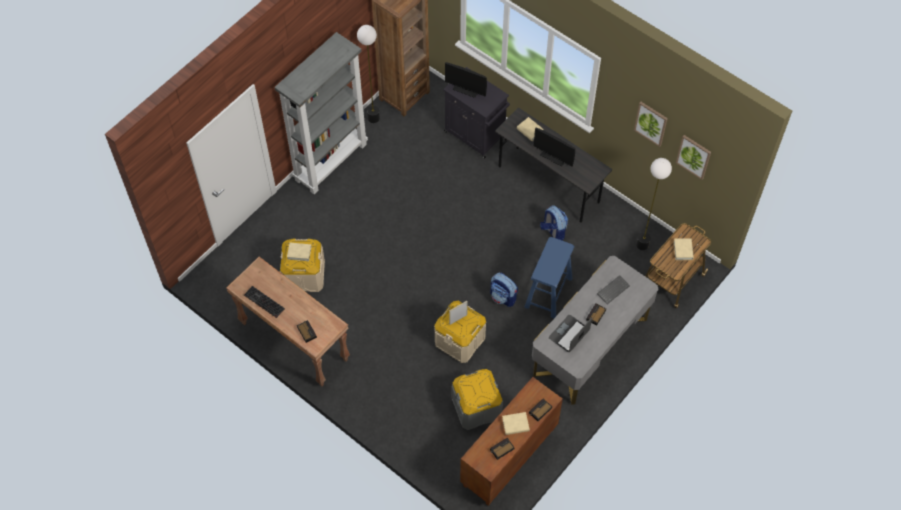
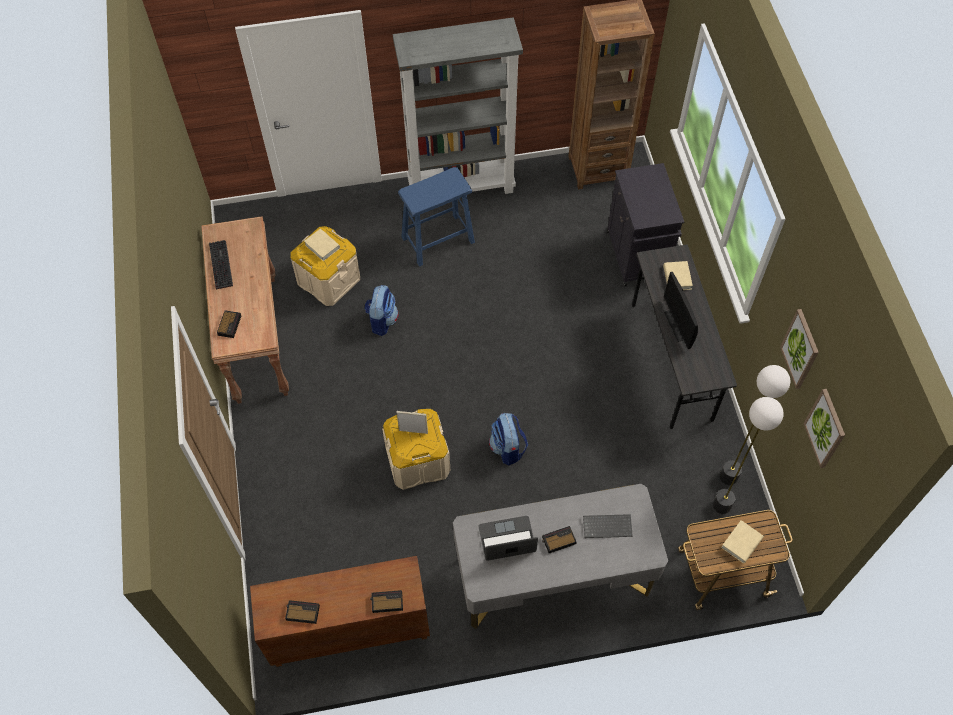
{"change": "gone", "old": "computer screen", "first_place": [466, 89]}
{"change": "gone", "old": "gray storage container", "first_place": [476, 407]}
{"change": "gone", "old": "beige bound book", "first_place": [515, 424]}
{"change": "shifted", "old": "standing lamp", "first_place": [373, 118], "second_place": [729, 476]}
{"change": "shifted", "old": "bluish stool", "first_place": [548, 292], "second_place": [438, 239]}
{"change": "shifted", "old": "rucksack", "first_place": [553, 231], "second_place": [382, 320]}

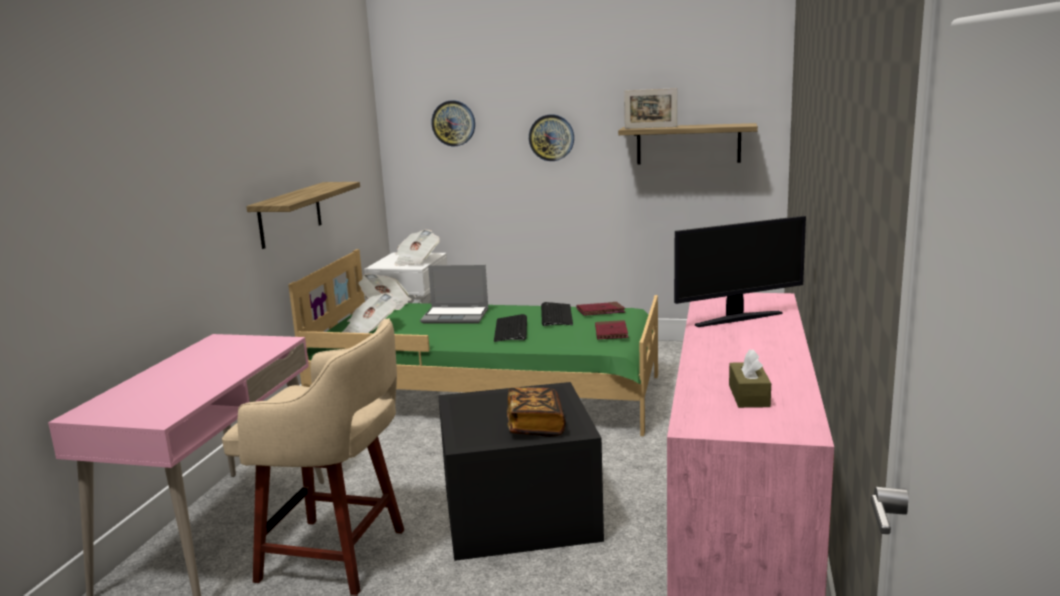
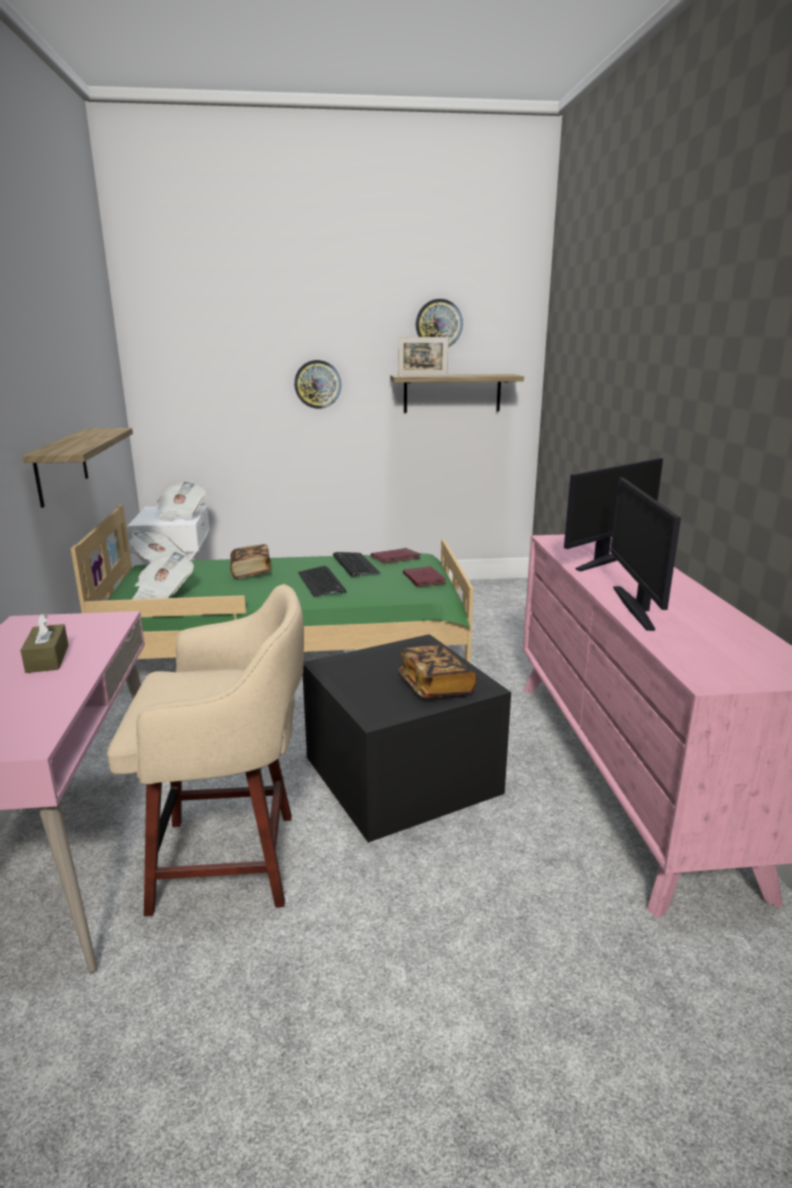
{"change": "new", "new": "computer screen", "second_place": [636, 607]}
{"change": "shifted", "old": "wall clock", "first_place": [453, 123], "second_place": [438, 324]}
{"change": "shifted", "old": "brown box of tissues", "first_place": [749, 396], "second_place": [47, 659]}
{"change": "swapped", "old": "laptop", "new": "bound book", "first_place": [456, 316], "second_place": [251, 572]}

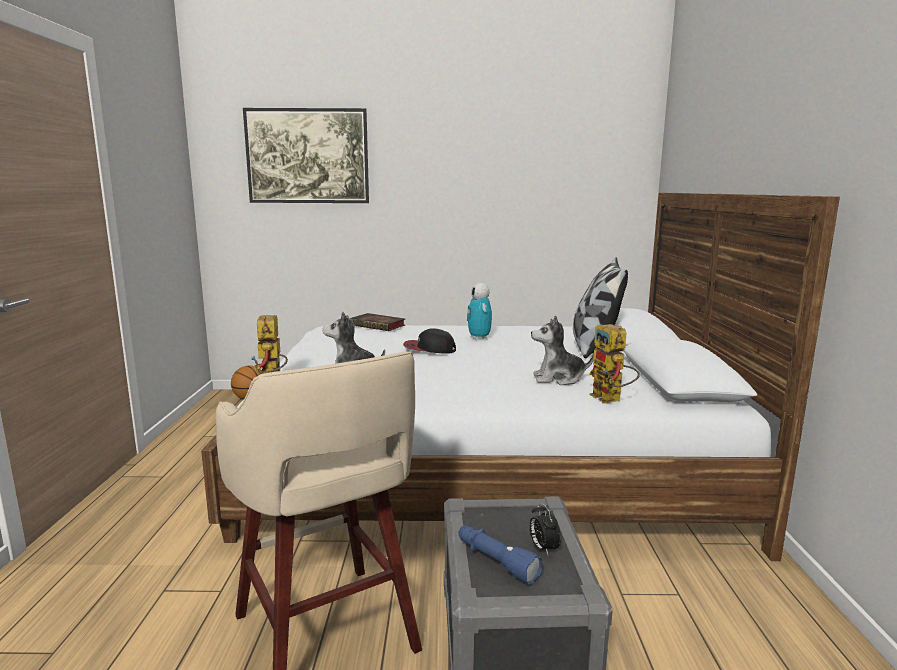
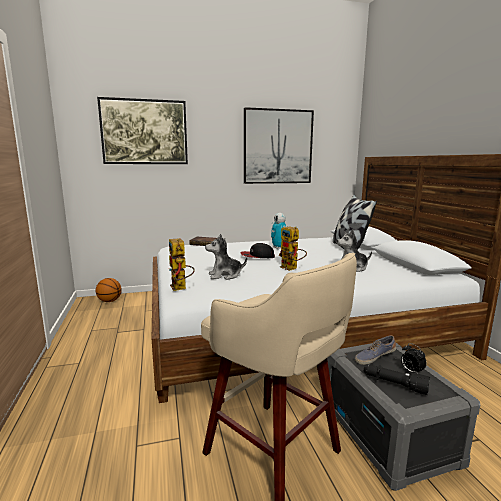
{"change": "new", "new": "picture", "second_place": [278, 147]}
{"change": "new", "new": "item of footwear", "second_place": [374, 357]}
{"change": "shifted", "old": "model robot", "first_place": [611, 399], "second_place": [292, 268]}
{"change": "repainted", "old": "bluish hand torch", "new": "blackish hand torch", "first_place": [496, 561], "second_place": [394, 384]}

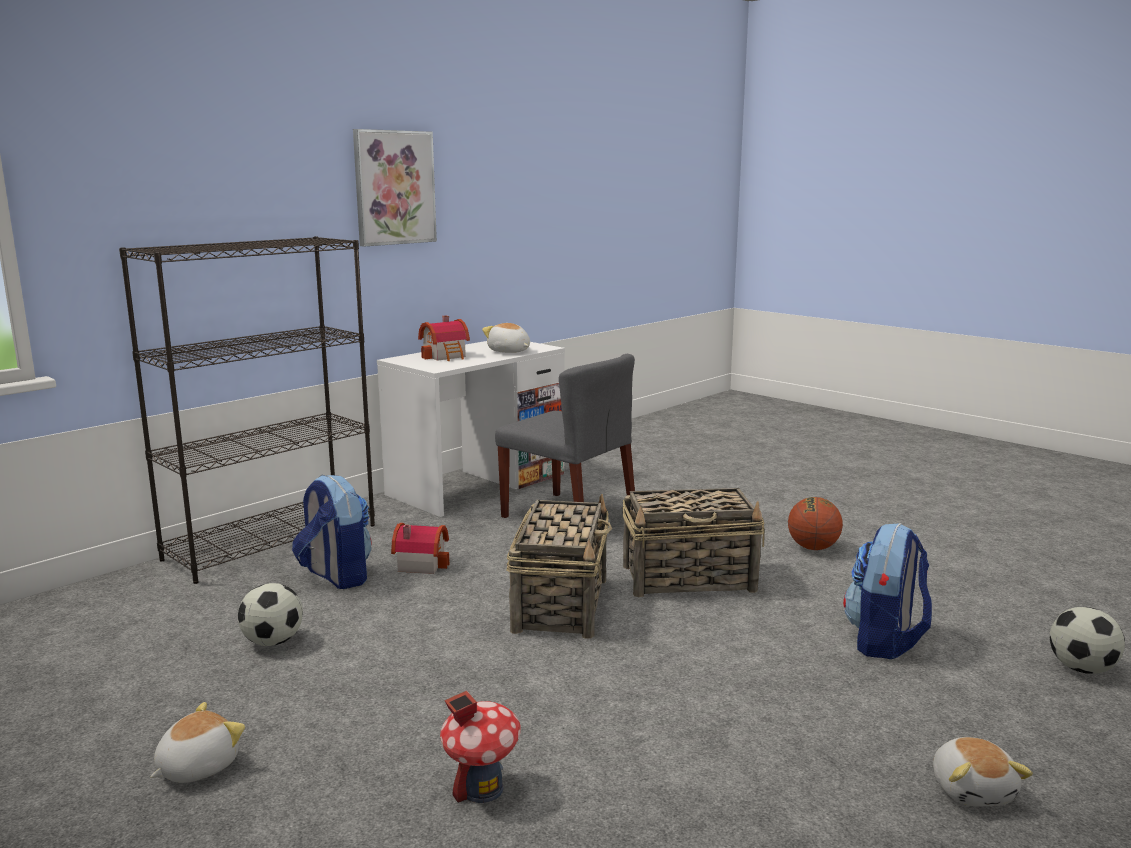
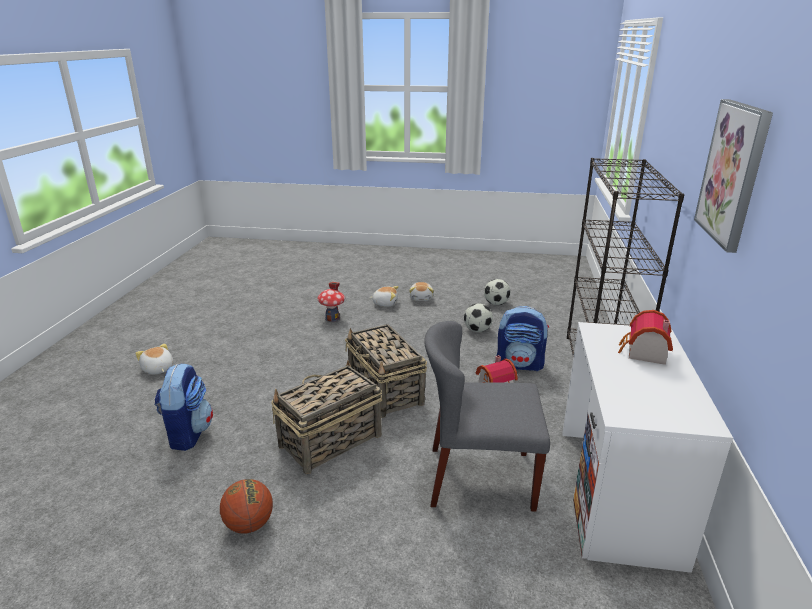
{"change": "shifted", "old": "plush toy", "first_place": [509, 351], "second_place": [385, 303]}
{"change": "shifted", "old": "football ball", "first_place": [1081, 668], "second_place": [496, 303]}

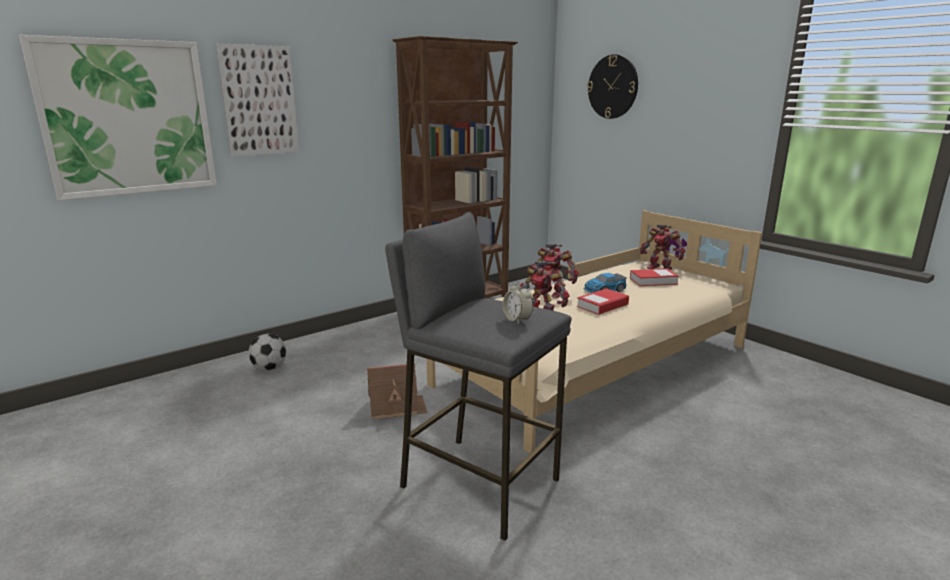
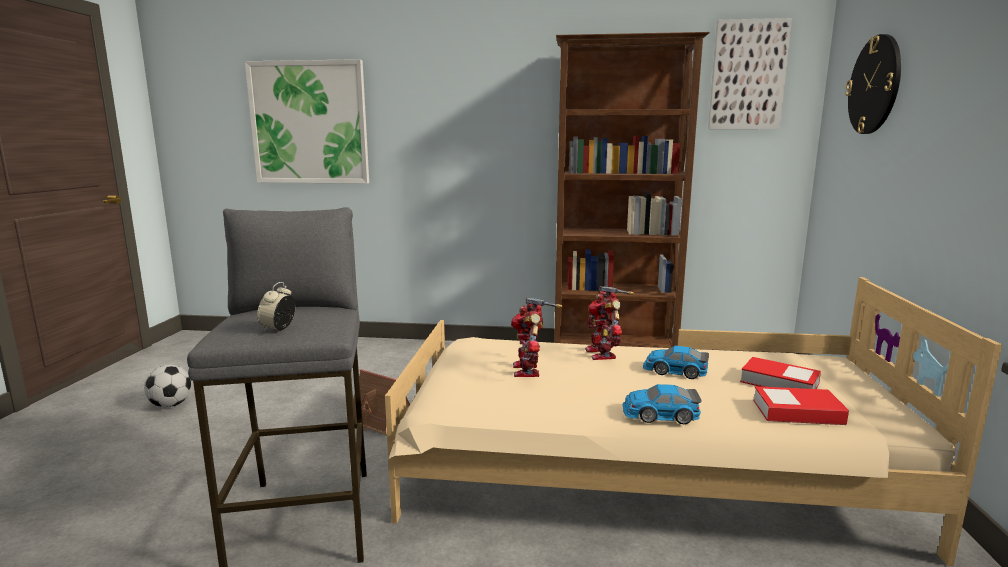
{"change": "gone", "old": "model robot", "first_place": [660, 268]}
{"change": "new", "new": "model car", "second_place": [659, 414]}
{"change": "shifted", "old": "picture", "first_place": [259, 101], "second_place": [748, 75]}
{"change": "shifted", "old": "football ball", "first_place": [269, 368], "second_place": [171, 405]}
{"change": "shifted", "old": "bound book", "first_place": [602, 306], "second_place": [797, 412]}

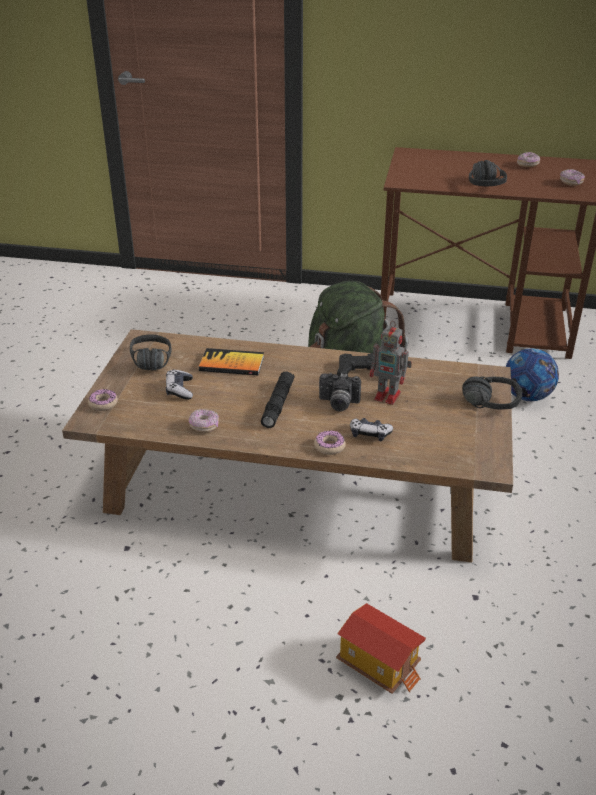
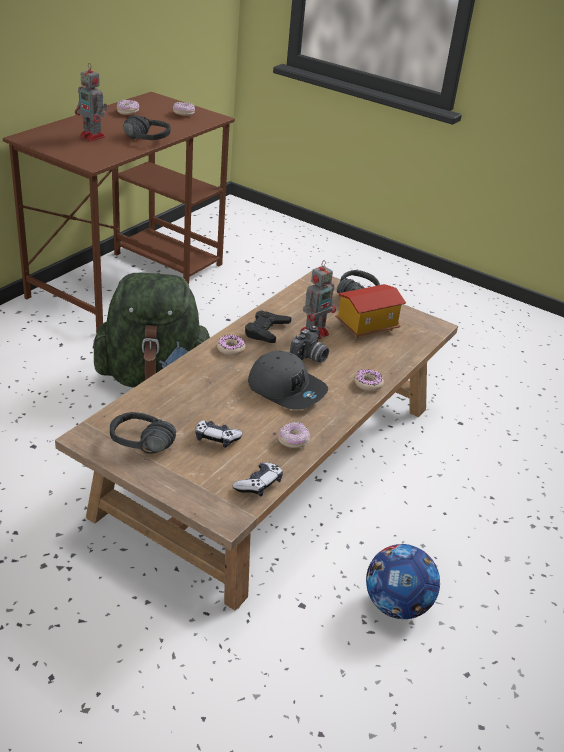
{"change": "gone", "old": "bound book", "first_place": [231, 364]}
{"change": "new", "new": "model robot", "second_place": [93, 137]}
{"change": "shifted", "old": "ring doughnut", "first_place": [103, 403], "second_place": [230, 349]}
{"change": "shifted", "old": "toy house", "first_place": [379, 663], "second_place": [366, 326]}
{"change": "shifted", "old": "game controller", "first_place": [369, 434], "second_place": [258, 485]}
{"change": "shifted", "old": "football ball", "first_place": [527, 396], "second_place": [396, 605]}
{"change": "swapped", "old": "blackish hand torch", "new": "gray peaked cap", "first_place": [278, 404], "second_place": [287, 389]}

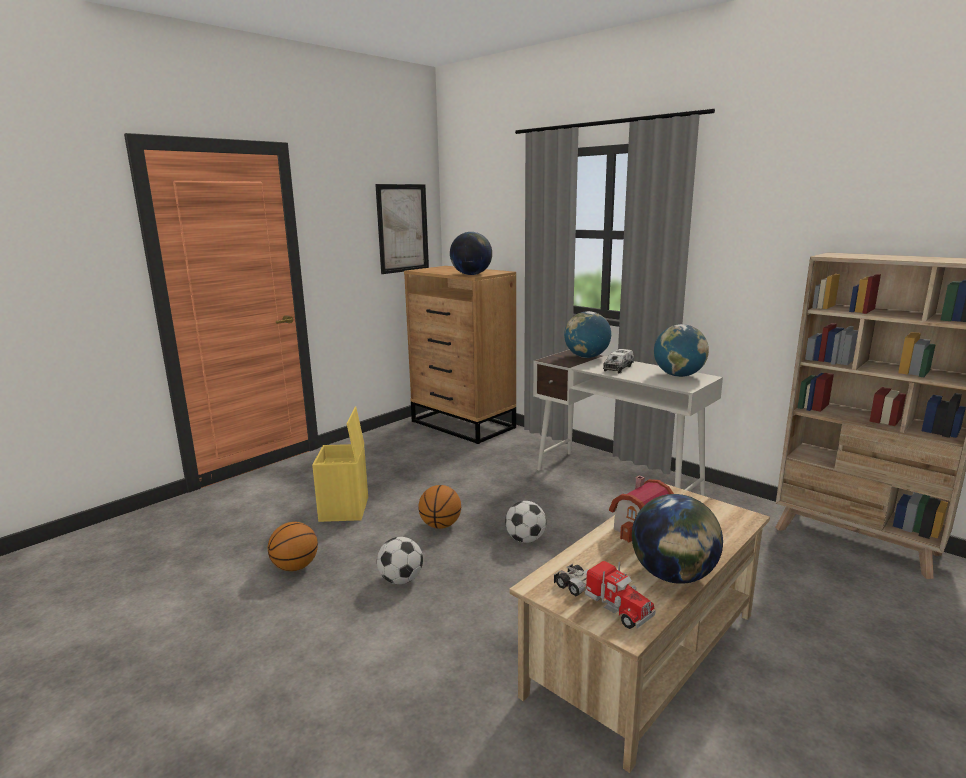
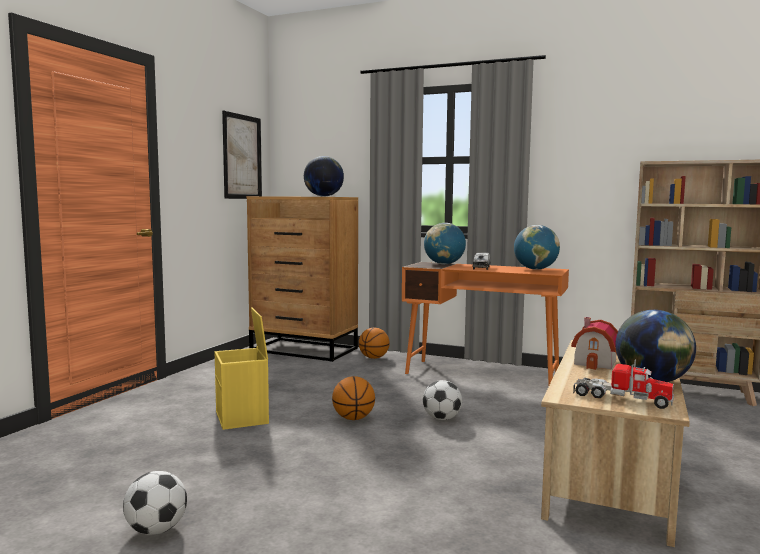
{"change": "shifted", "old": "ball for basketball", "first_place": [295, 567], "second_place": [373, 358]}
{"change": "shifted", "old": "football ball", "first_place": [401, 579], "second_place": [156, 530]}
{"change": "repainted", "old": "whitish desk table", "new": "orange-coloured desk table", "first_place": [617, 482], "second_place": [482, 375]}

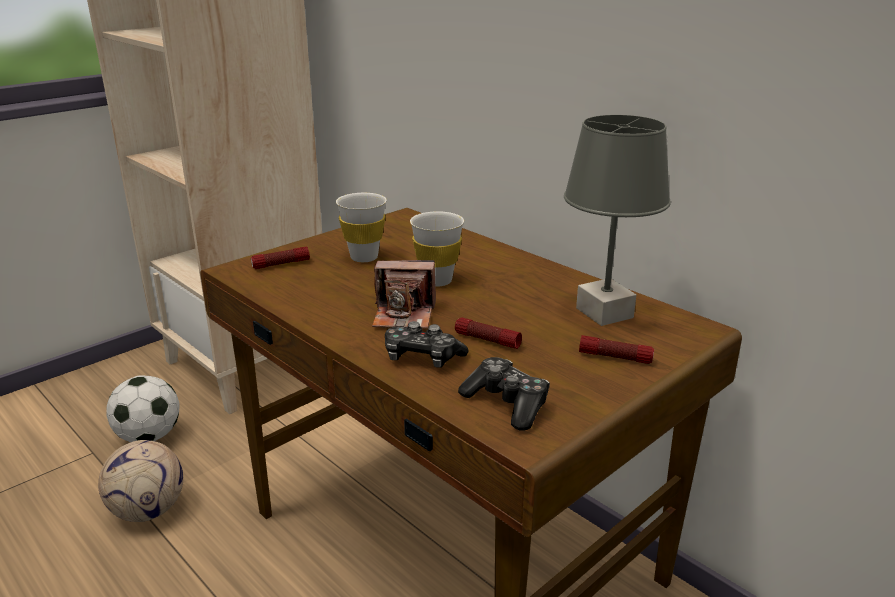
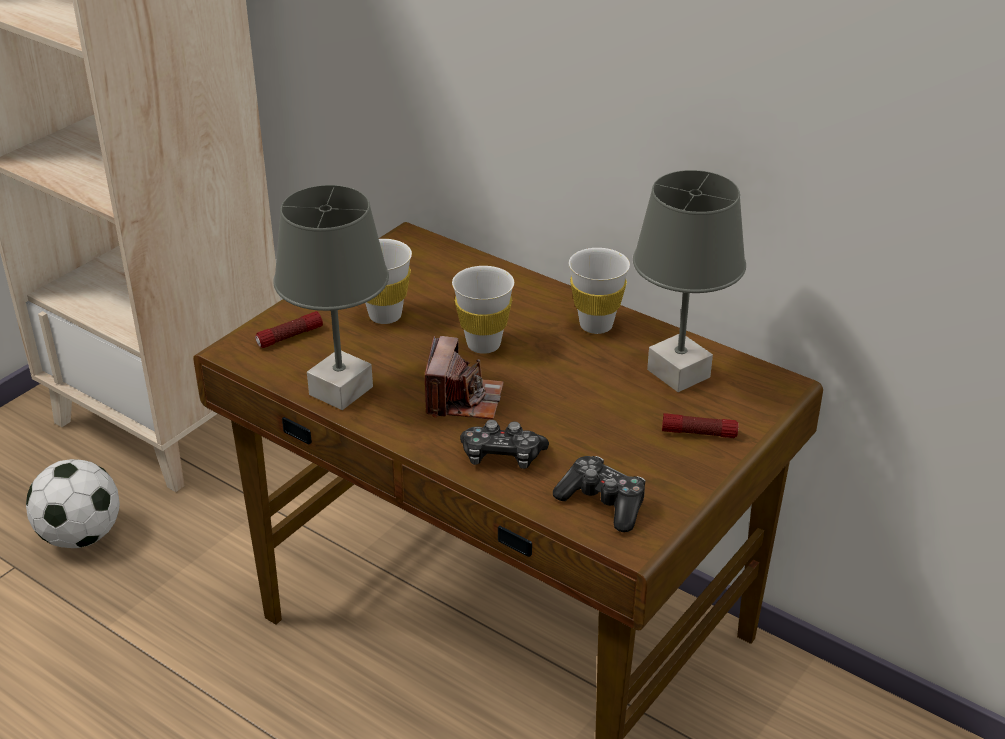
{"change": "gone", "old": "football ball", "first_place": [148, 510]}
{"change": "gone", "old": "hand torch", "first_place": [487, 340]}
{"change": "new", "new": "gray tabletop lamp", "second_place": [341, 390]}
{"change": "new", "new": "whitish cup", "second_place": [596, 325]}
{"change": "rotated", "old": "still camera", "first_place": [404, 315], "second_place": [463, 399], "degrees": -75}

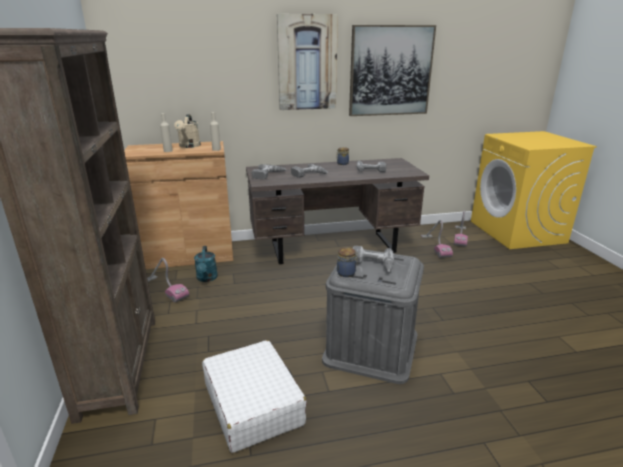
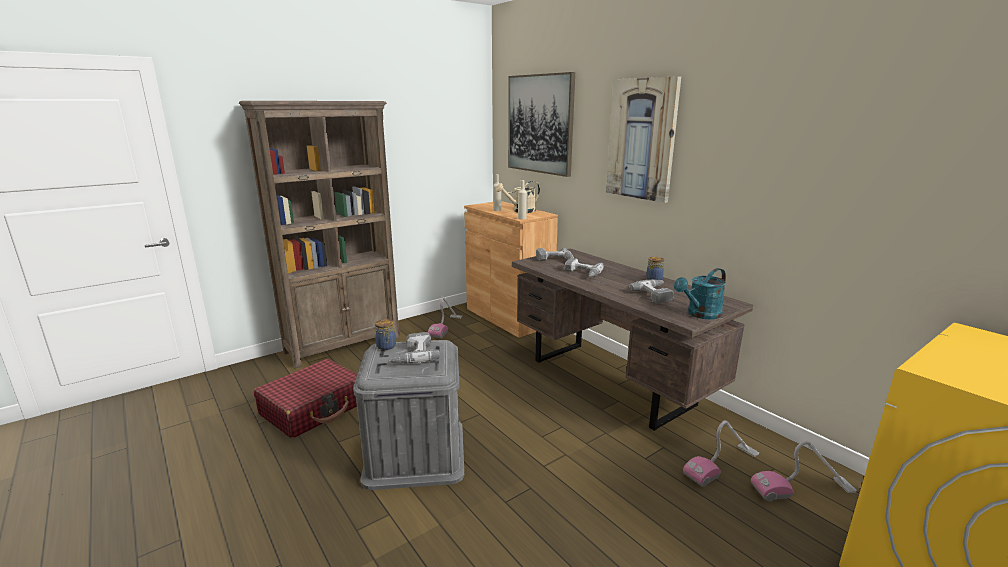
{"change": "shifted", "old": "turquoise-coloured sprinkling can", "first_place": [207, 278], "second_place": [700, 314]}
{"change": "shifted", "old": "picture", "first_place": [390, 71], "second_place": [540, 124]}
{"change": "repainted", "old": "whitish piece of luggage", "new": "red-coloured piece of luggage", "first_place": [253, 403], "second_place": [314, 408]}

